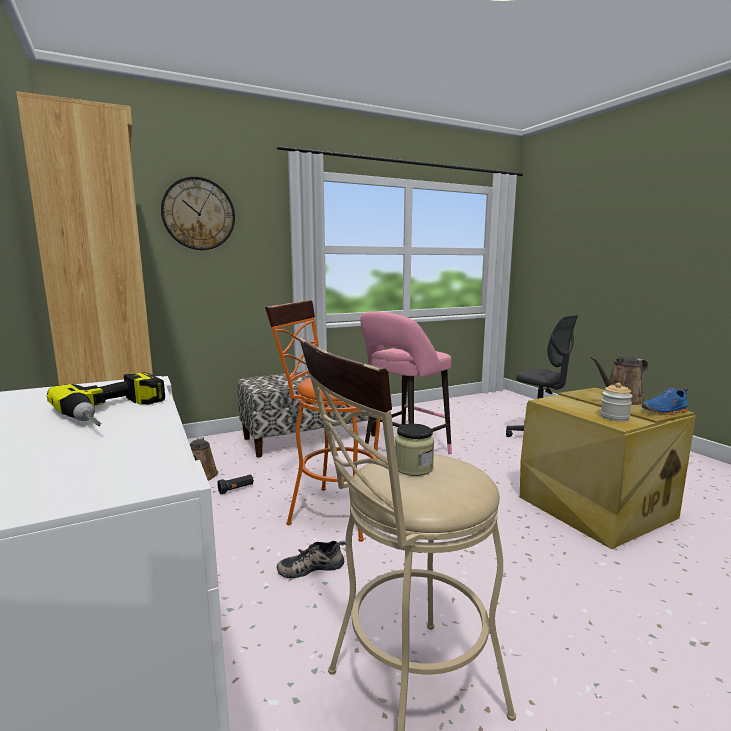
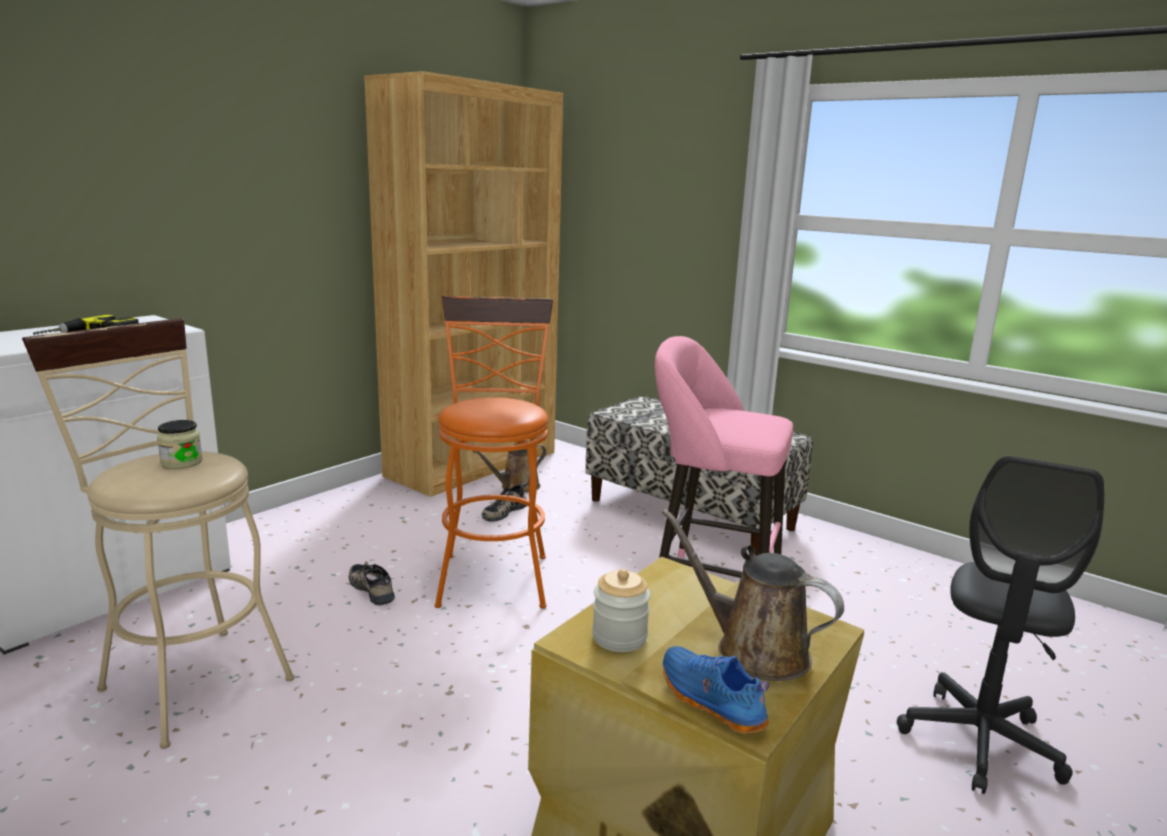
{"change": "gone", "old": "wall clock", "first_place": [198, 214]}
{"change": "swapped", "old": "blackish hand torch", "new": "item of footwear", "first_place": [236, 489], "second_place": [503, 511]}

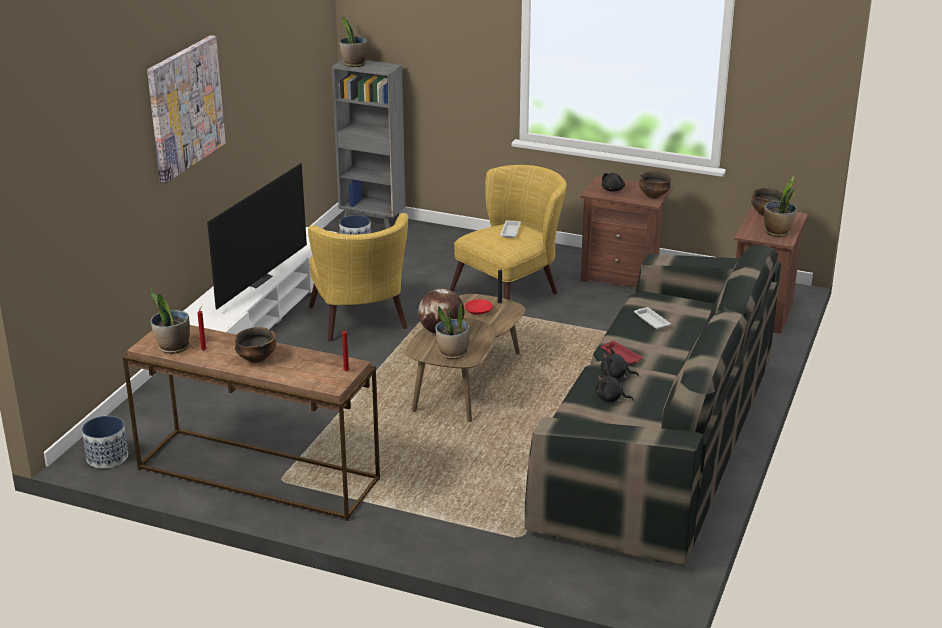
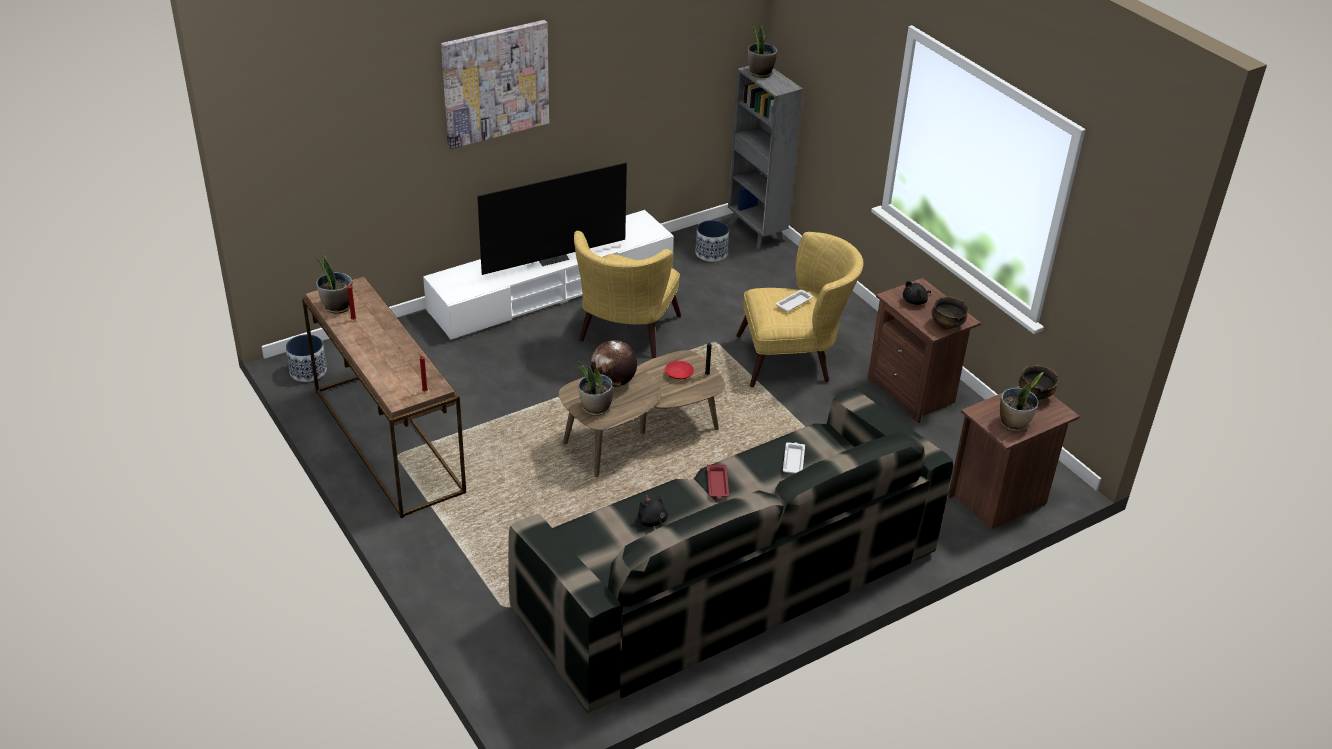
{"change": "gone", "old": "serving bowl", "first_place": [256, 359]}
{"change": "gone", "old": "blackish plush toy", "first_place": [616, 375]}

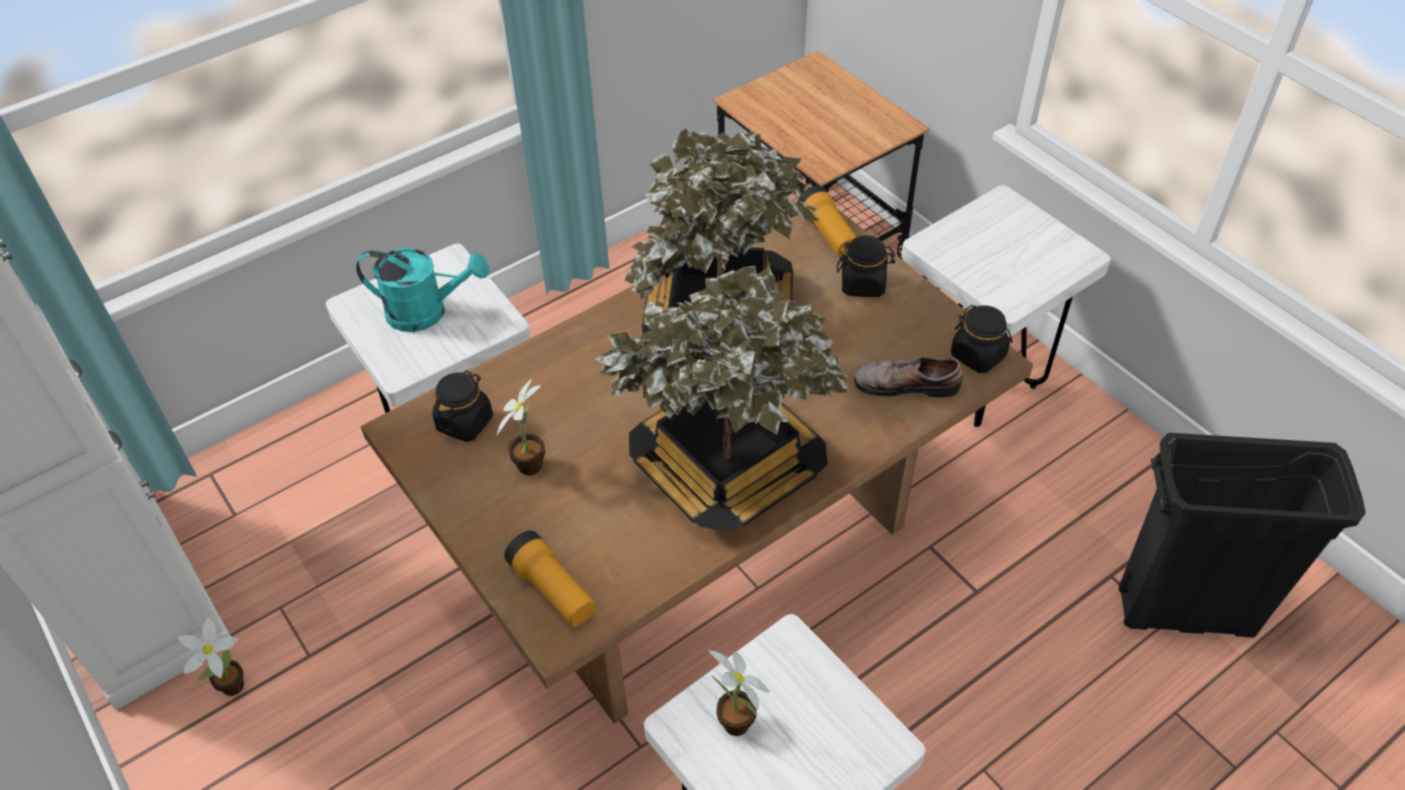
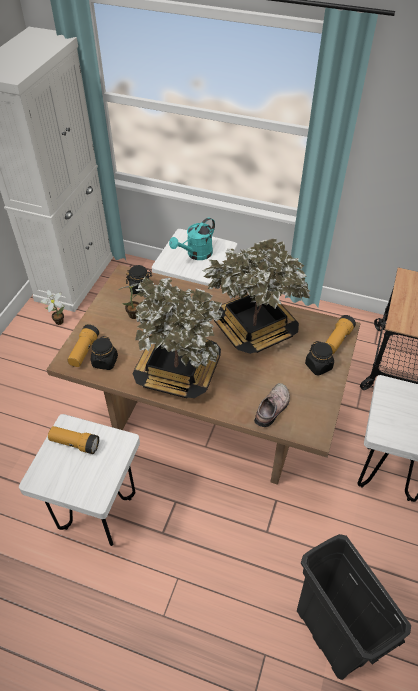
{"change": "shifted", "old": "blackish jar", "first_place": [978, 355], "second_place": [105, 361]}
{"change": "swapped", "old": "houseplant", "new": "hand torch", "first_place": [737, 728], "second_place": [75, 444]}
{"change": "rotated", "old": "turquoise-coloured sprinkling can", "first_place": [427, 312], "second_place": [196, 254], "degrees": 75}
{"change": "rotated", "old": "item of footwear", "first_place": [906, 382], "second_place": [273, 408], "degrees": 60}

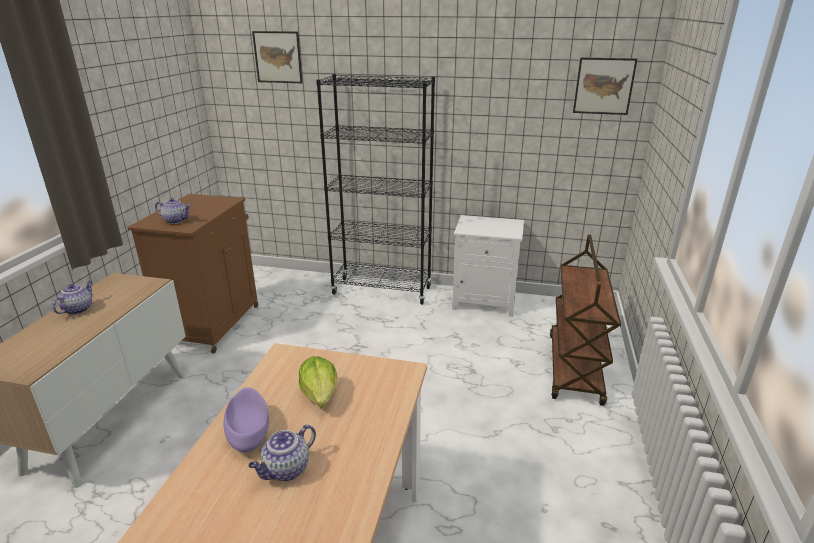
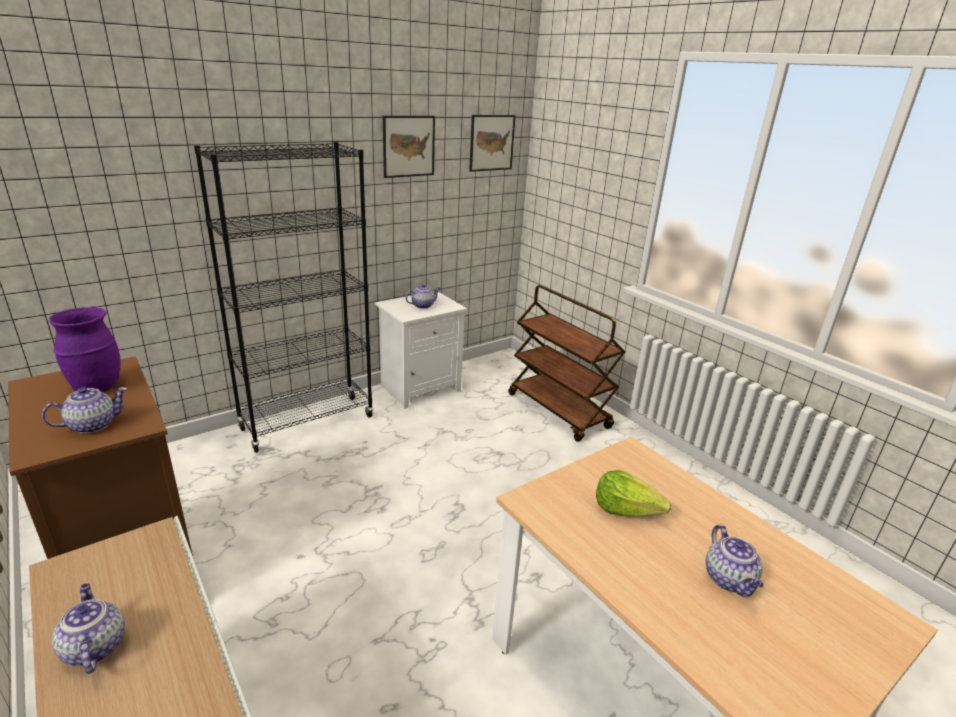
{"change": "gone", "old": "purple serving bowl", "first_place": [248, 431]}
{"change": "new", "new": "purple vase", "second_place": [96, 386]}
{"change": "new", "new": "tea pot", "second_place": [423, 305]}
{"change": "shifted", "old": "picture", "first_place": [278, 57], "second_place": [408, 146]}

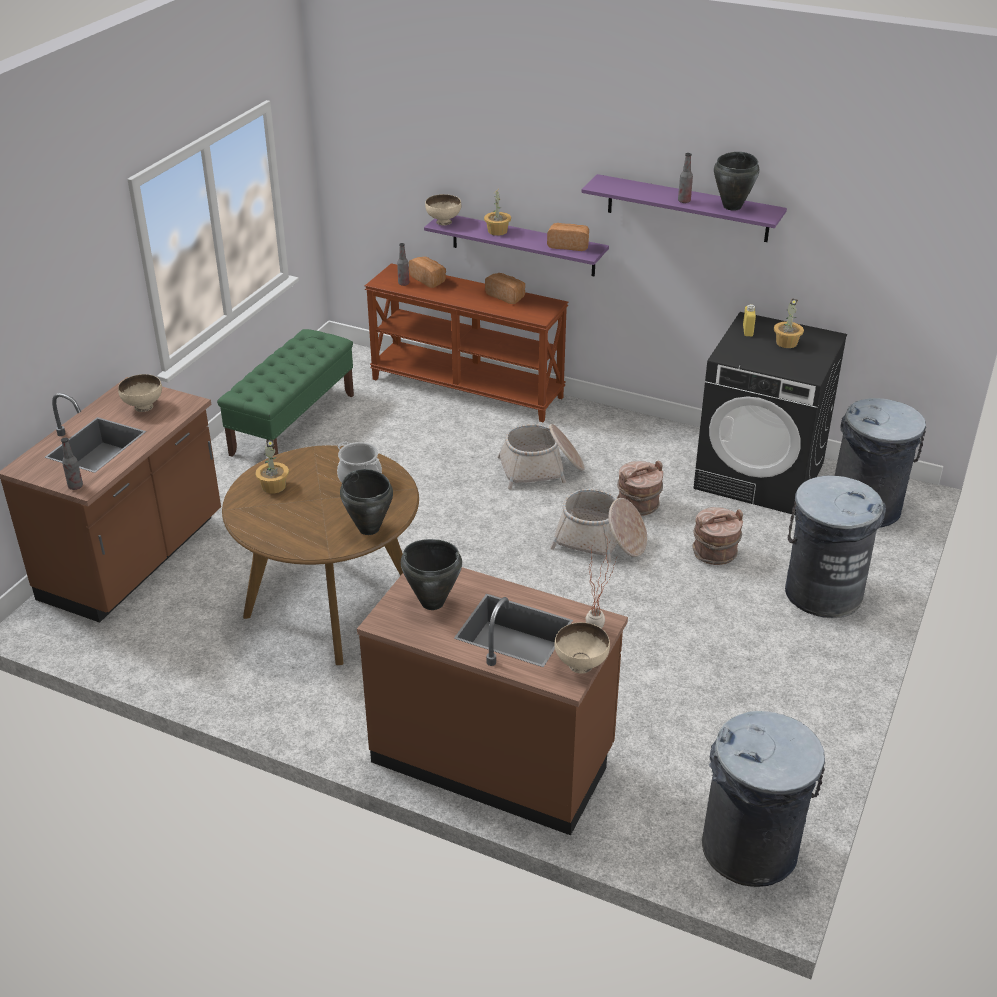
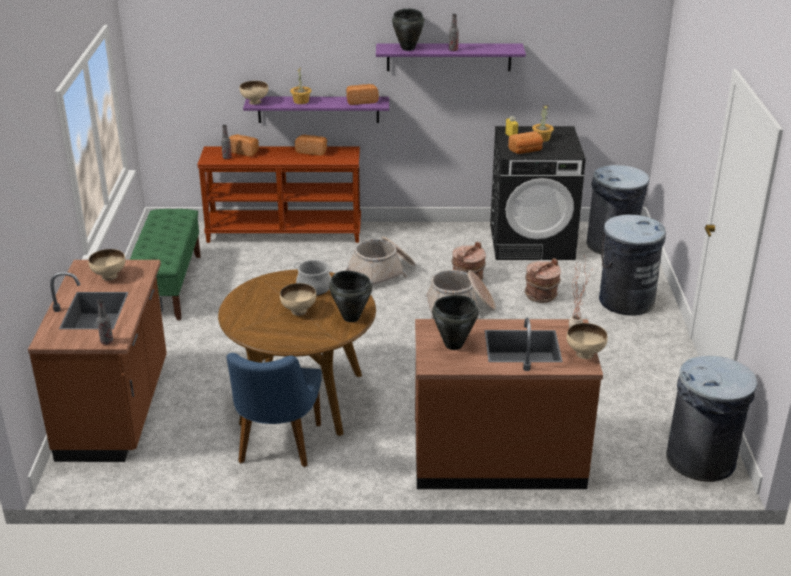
{"change": "gone", "old": "houseplant", "first_place": [273, 486]}
{"change": "new", "new": "bluish plain chair", "second_place": [276, 448]}
{"change": "new", "new": "beige serving bowl", "second_place": [298, 311]}
{"change": "new", "new": "bakery bread", "second_place": [526, 151]}
{"change": "shifted", "old": "blackish cooking pot", "first_place": [732, 206], "second_place": [408, 48]}

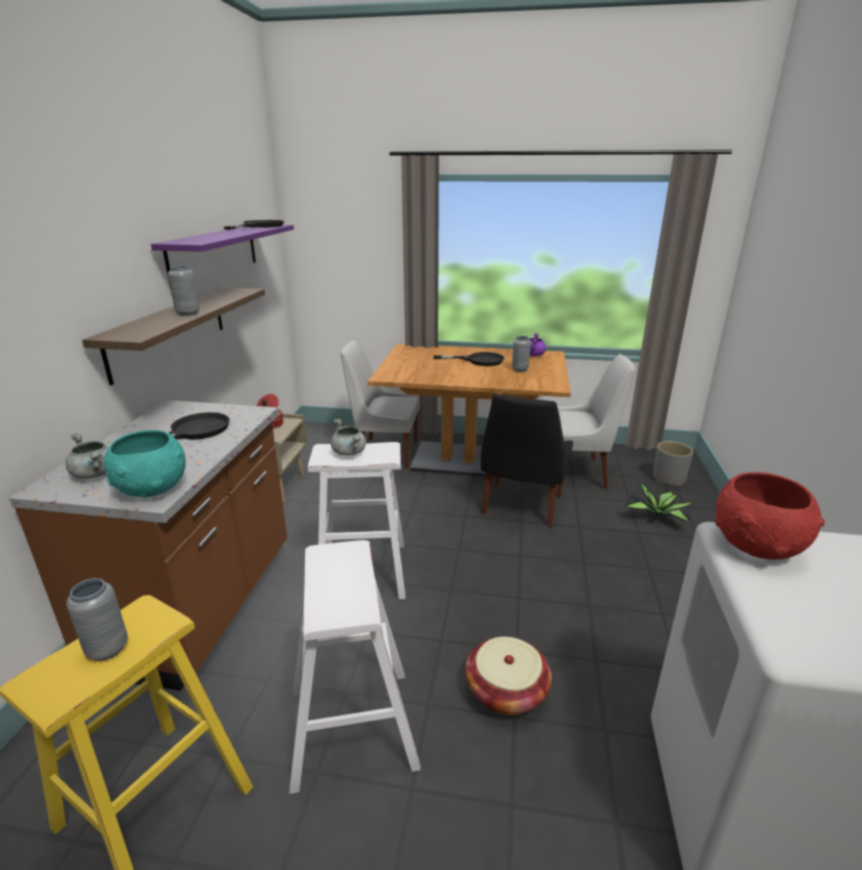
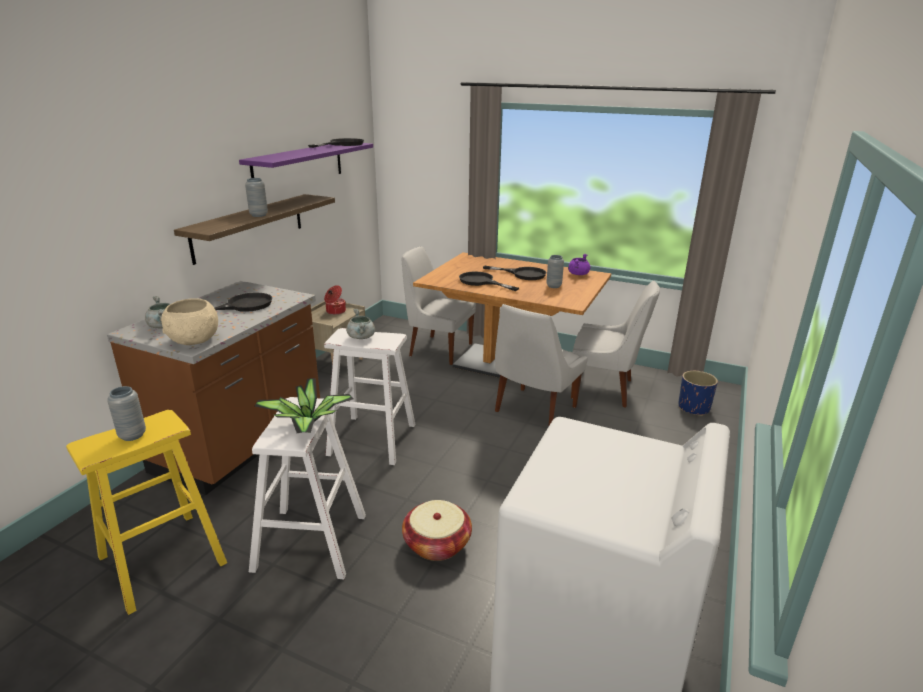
{"change": "gone", "old": "red-coloured serving bowl", "first_place": [757, 547]}
{"change": "new", "new": "blackish frying pan", "second_place": [481, 282]}
{"change": "shifted", "old": "houseplant", "first_place": [659, 515], "second_place": [308, 423]}
{"change": "repainted", "old": "turquoise-coloured serving bowl", "new": "beige serving bowl", "first_place": [153, 489], "second_place": [195, 341]}
{"change": "repainted", "old": "blackish plain chair", "new": "whitish plain chair", "first_place": [521, 506], "second_place": [534, 410]}
{"change": "repainted", "old": "gray planter", "new": "bluish planter", "first_place": [668, 479], "second_place": [693, 408]}

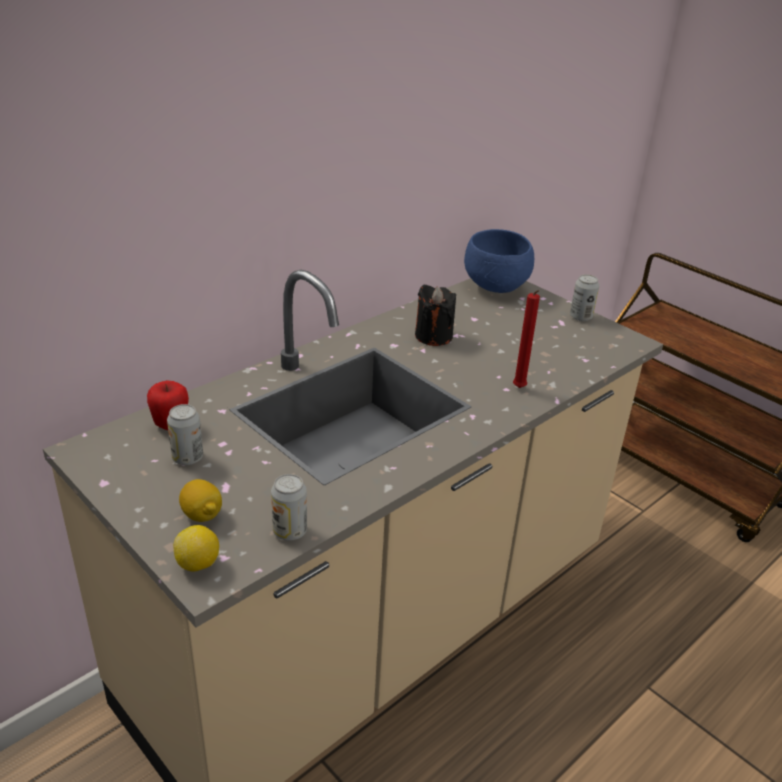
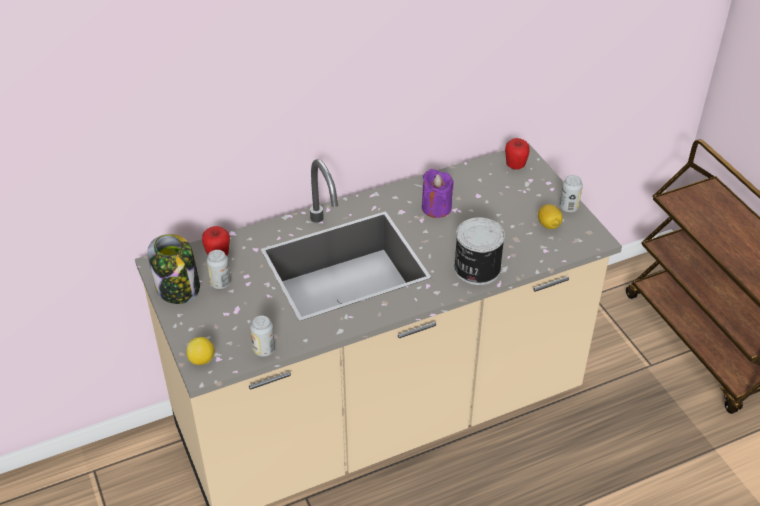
{"change": "new", "new": "jar", "second_place": [178, 288]}
{"change": "shifted", "old": "lemon", "first_place": [202, 515], "second_place": [548, 225]}
{"change": "swapped", "old": "bluish serving bowl", "new": "apple fruit", "first_place": [497, 288], "second_place": [515, 166]}
{"change": "swapped", "old": "red-coloured wax candle", "new": "can", "first_place": [519, 389], "second_place": [476, 268]}
{"change": "repainted", "old": "blackish wax candle", "new": "purple wax candle", "first_place": [433, 336], "second_place": [436, 208]}

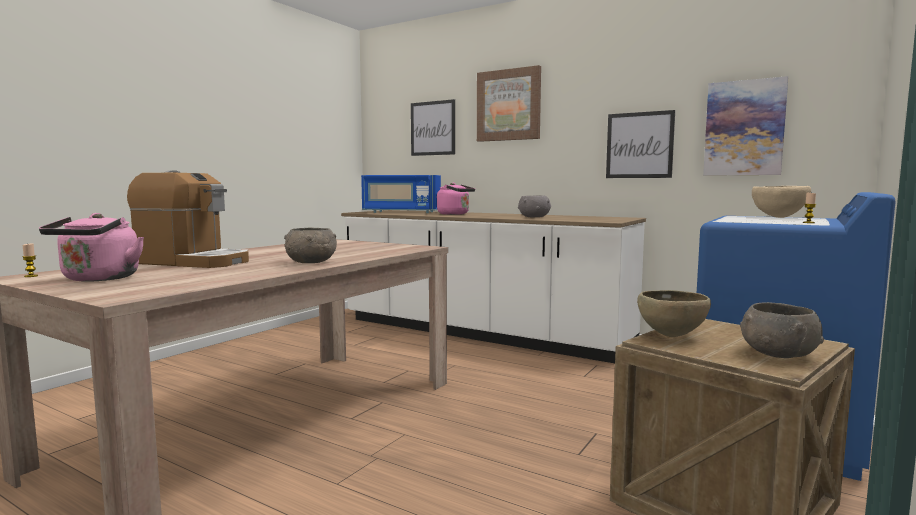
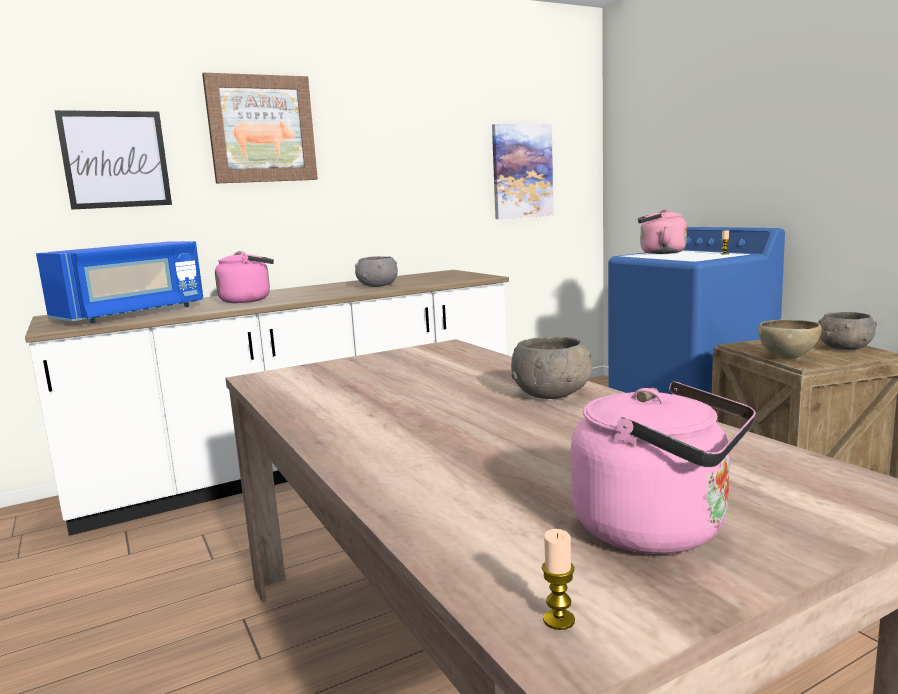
{"change": "gone", "old": "coffee machine", "first_place": [193, 262]}
{"change": "gone", "old": "picture", "first_place": [639, 145]}
{"change": "swapped", "old": "beige serving bowl", "new": "pinkish tea kettle", "first_place": [778, 217], "second_place": [659, 253]}

